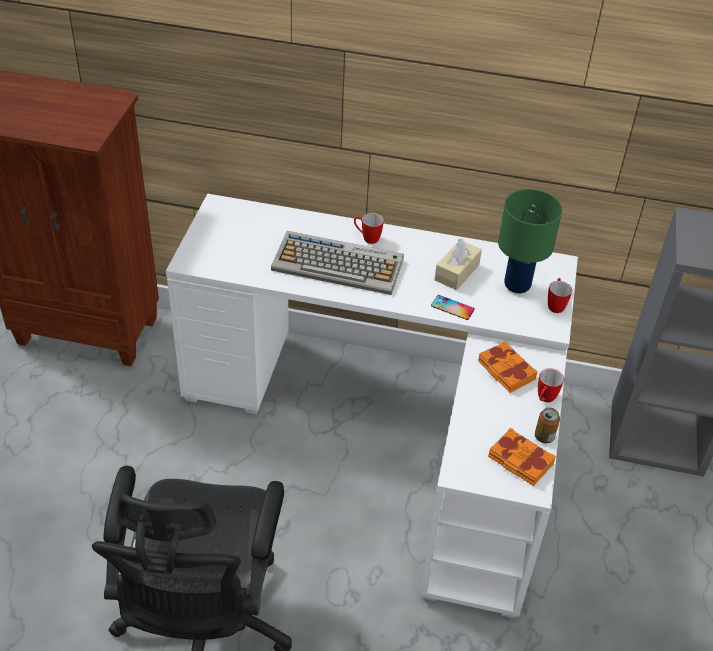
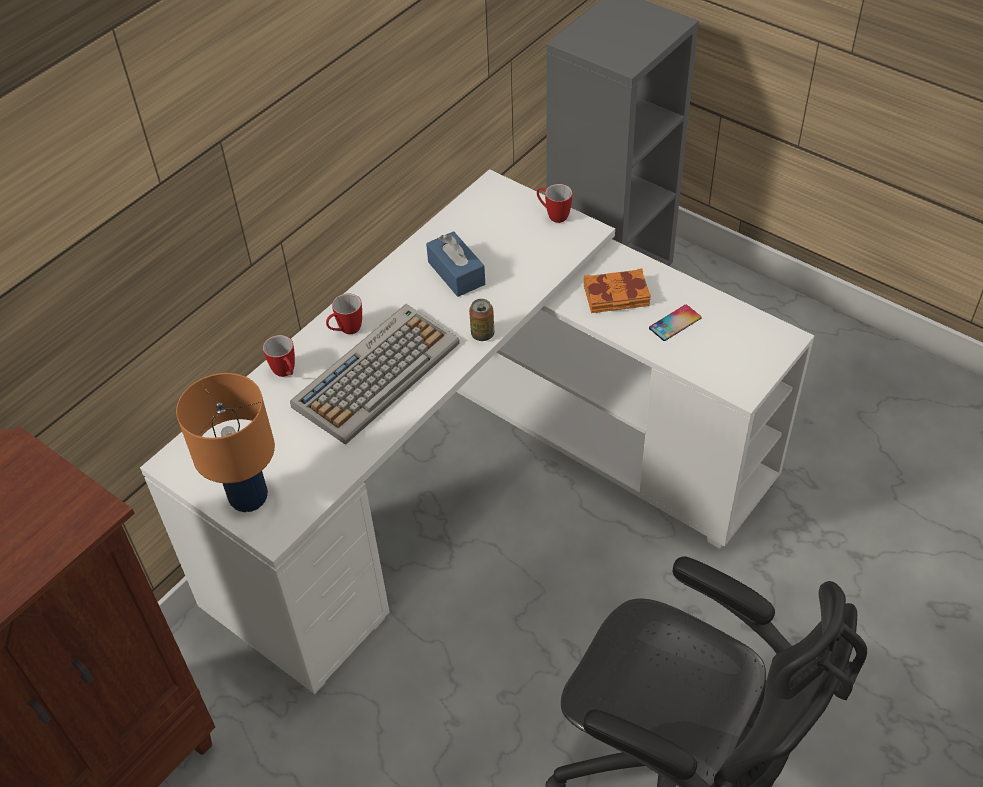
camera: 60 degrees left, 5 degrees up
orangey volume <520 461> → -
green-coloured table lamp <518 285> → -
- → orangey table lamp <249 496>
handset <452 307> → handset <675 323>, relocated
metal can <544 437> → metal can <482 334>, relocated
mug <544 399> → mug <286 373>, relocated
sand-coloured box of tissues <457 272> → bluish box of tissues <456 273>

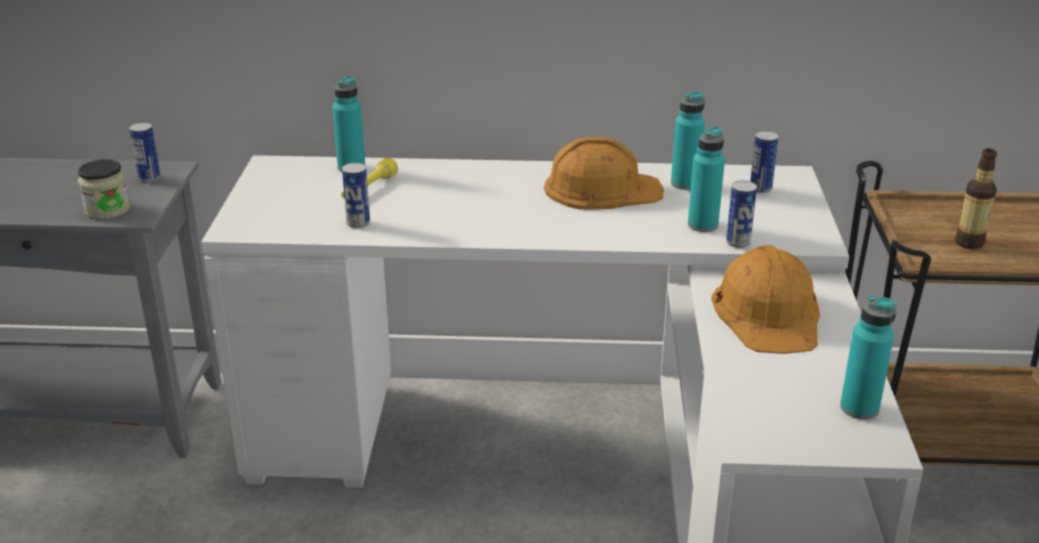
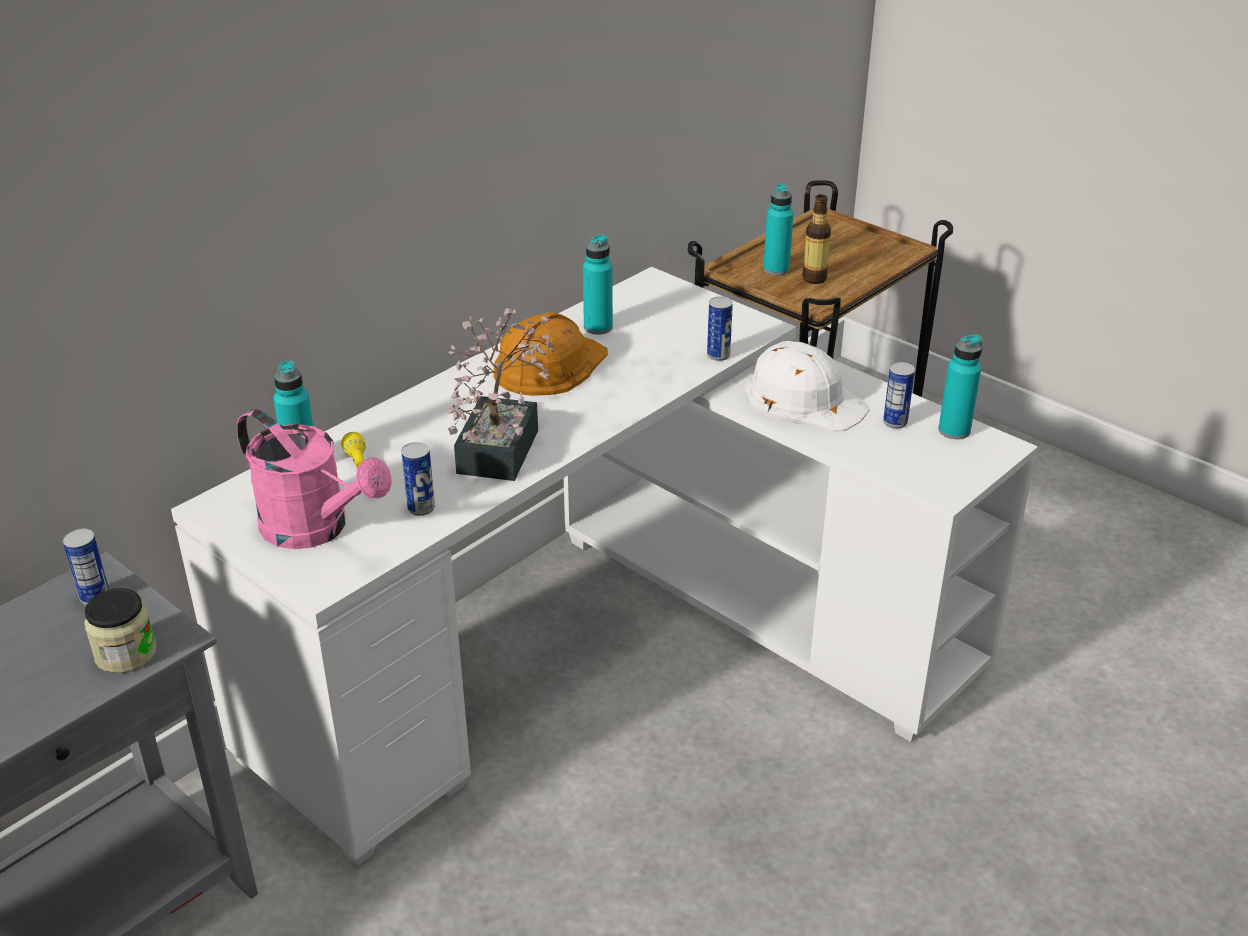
camera: 50 degrees left, 5 degrees up
- → pink-coloured sprinkling can <316 529>
- → houseplant <503 444>
turquoise bottle <702 225> → turquoise bottle <776 269>, relocated
metal can <760 188> → metal can <895 422>, relocated
orangey hard hat <769 313> → whitish hard hat <803 399>

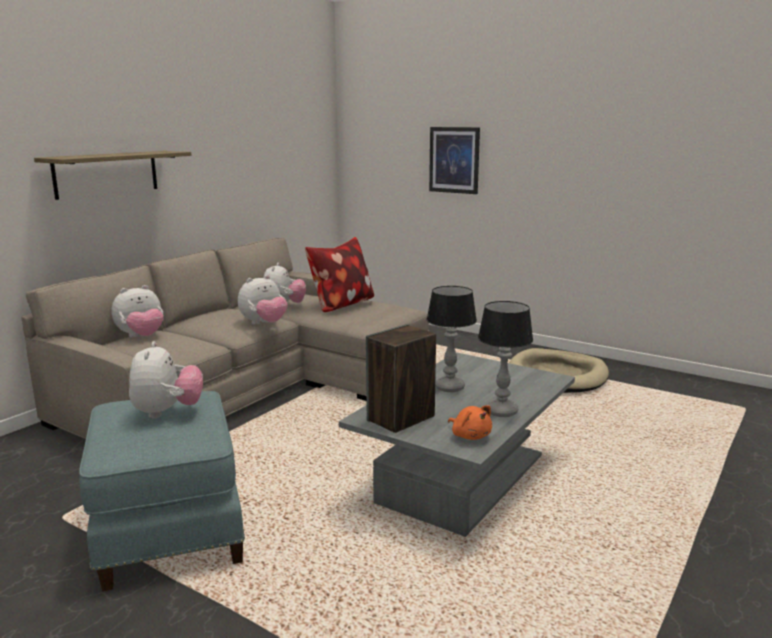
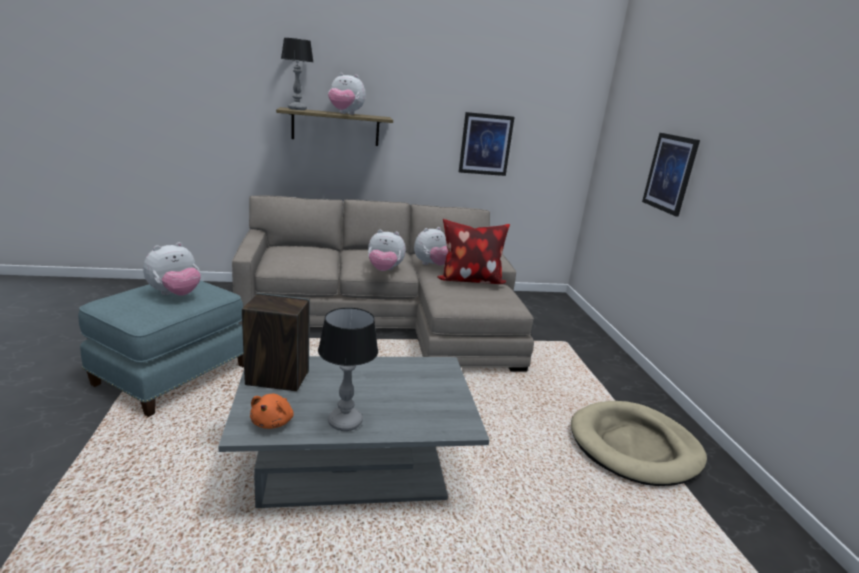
camera: 45 degrees right, 5 degrees up
- → wall art <485 144>
plush toy <141 337> → plush toy <345 114>, relocated
table lamp <449 387> → table lamp <296 109>, relocated

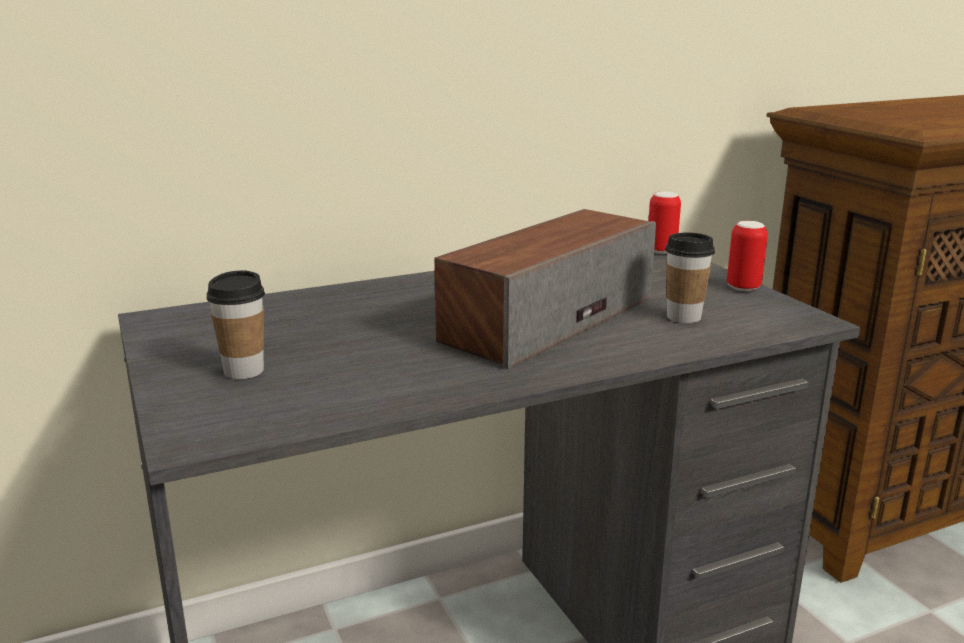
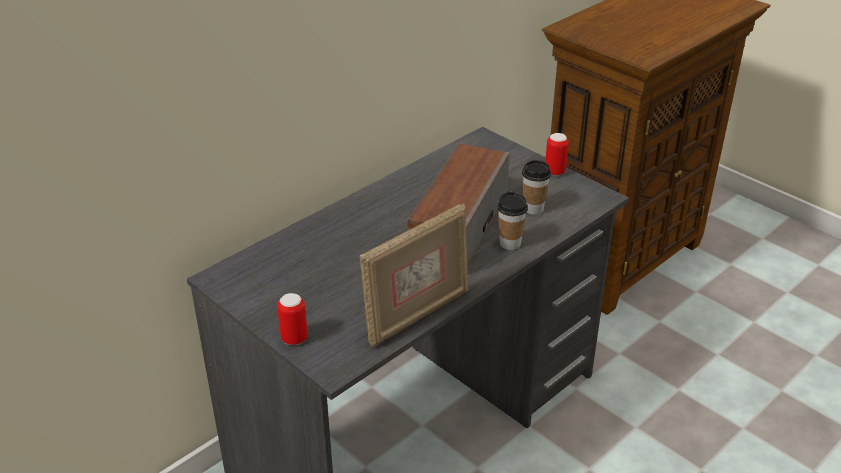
camera: 20 degrees left, 15 degrees up
- → standing frame <417 315>
drinking cup <244 371> → drinking cup <510 243>, relocated
metal can <661 251> → metal can <294 338>, relocated

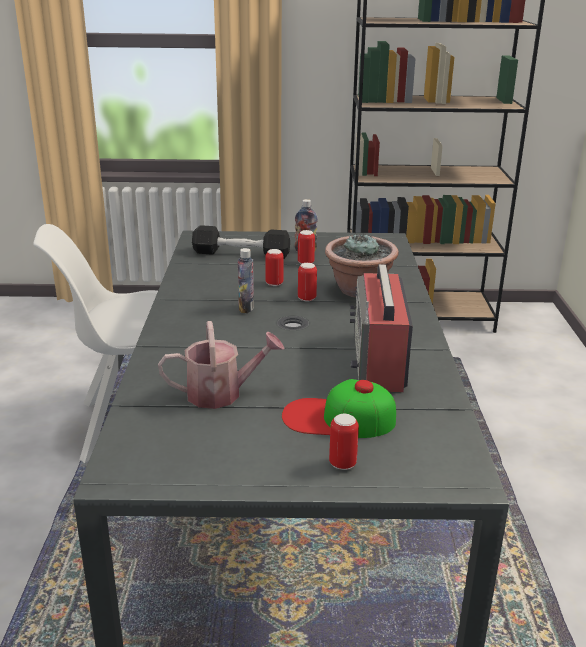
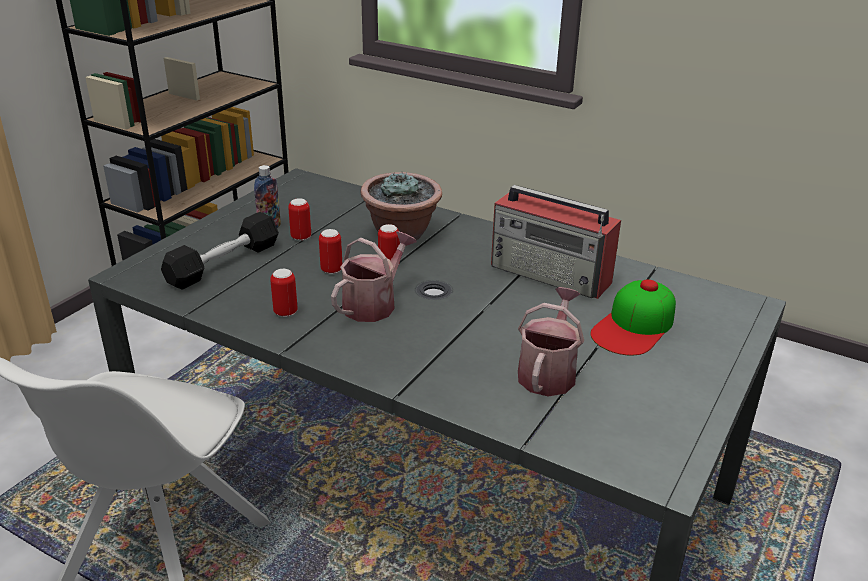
camera: 60 degrees left, 5 degrees up
metal can <342 463> → metal can <285 312>, relocated
bottle <246 308> → sprinkling can <374 304>

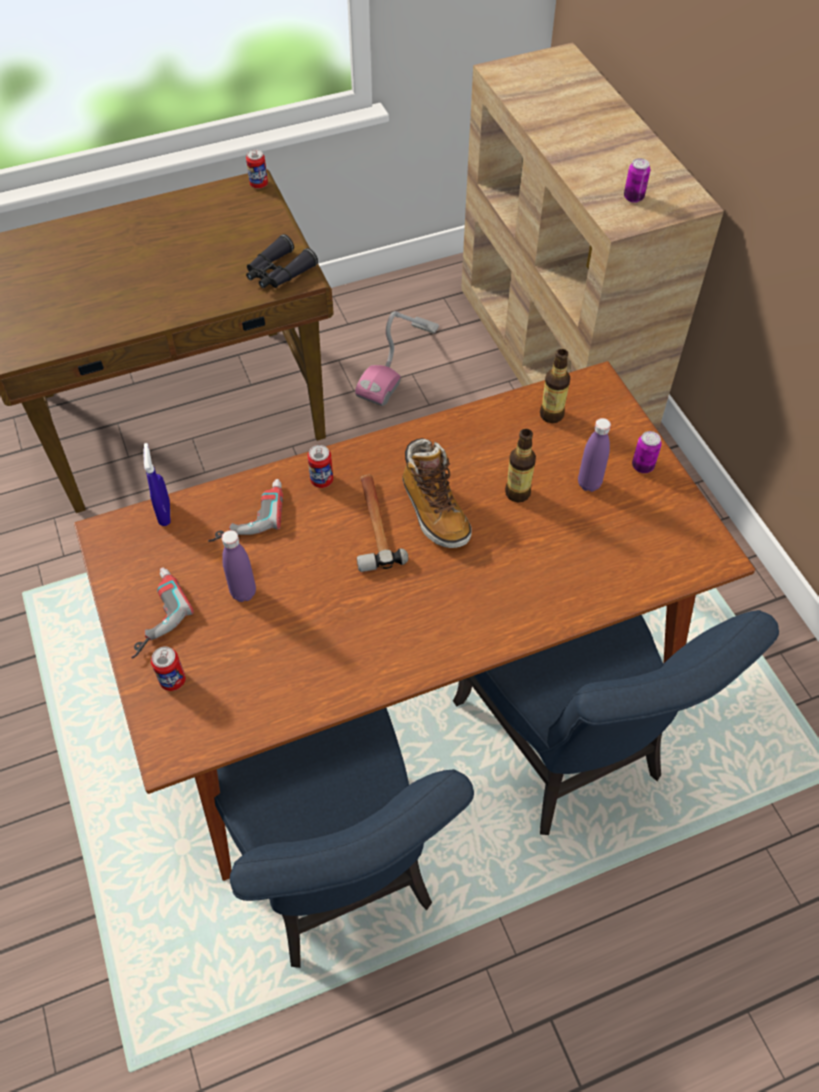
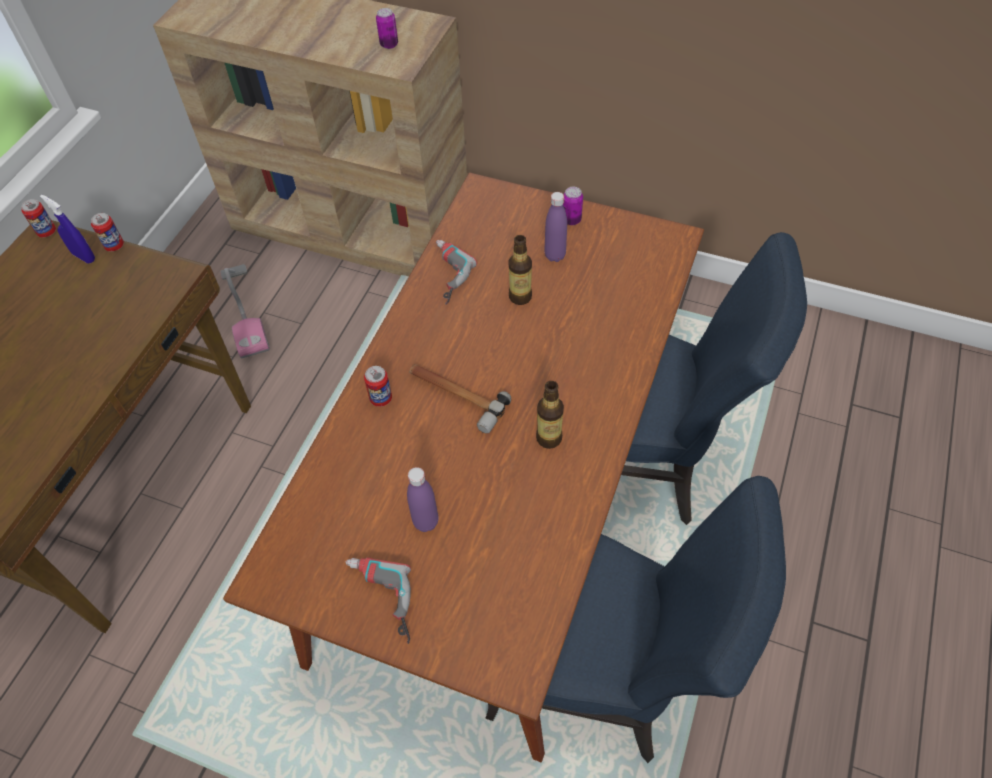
camera: 45 degrees left, 0 degrees up
blackish field glasses <278 273> → -
tall boot <434 511> → -
bluish spray bottle <164 513> → bluish spray bottle <84 257>, relocated
metal can <173 680> → metal can <114 246>, relocated
drill <247 514> → drill <443 274>, relocated
bottle <551 415> → bottle <549 438>, relocated

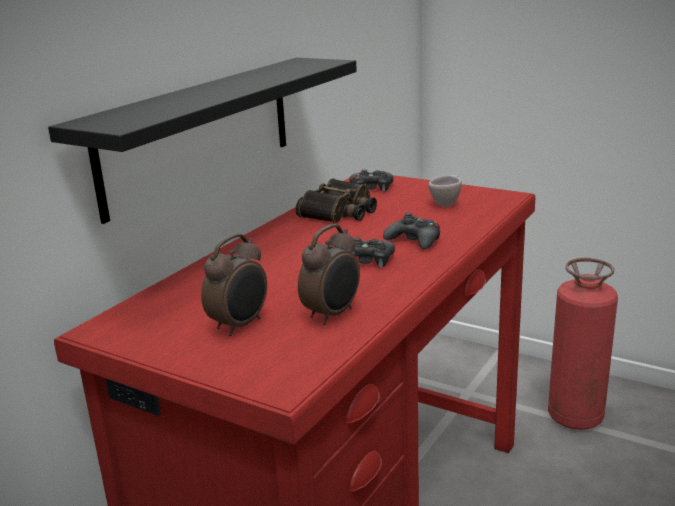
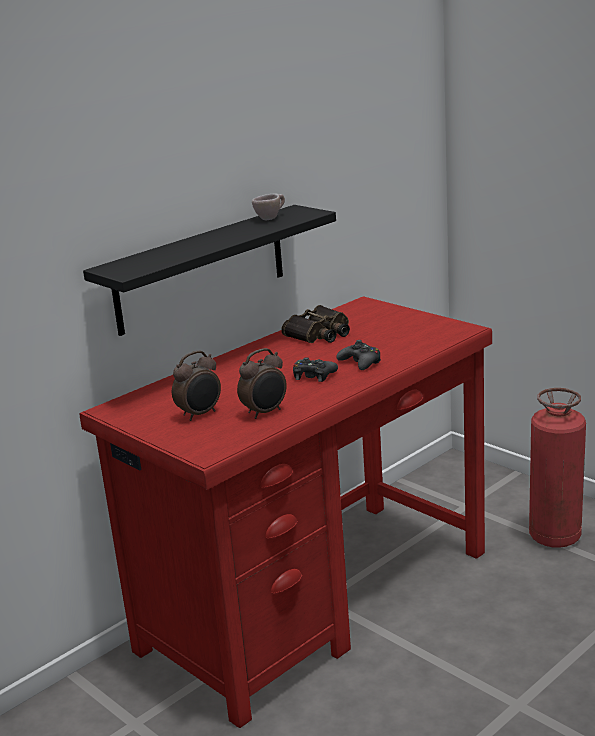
camera: 15 degrees right, 0 degrees up
blackish gamepad <371 188> → -
sand-coloured drinking cup <446 203> → sand-coloured drinking cup <270 218>, relocated

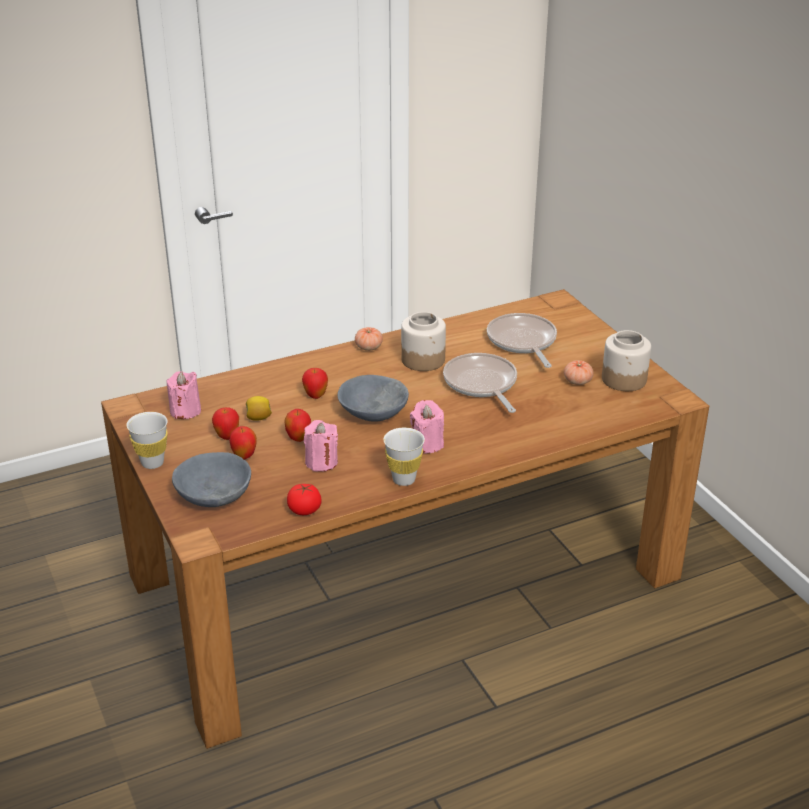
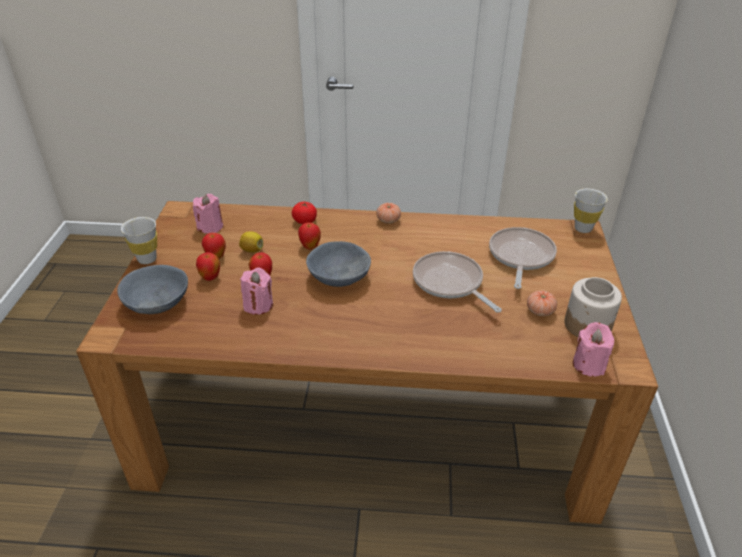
camera: 30 degrees right, 5 degrees up
jar <423 359> → -
fresh tomato <304 510> → fresh tomato <305 221>, relocated
whitish drinking cup <404 479> → whitish drinking cup <583 228>, relocated
pink-coloured candle <427 444> → pink-coloured candle <589 364>, relocated
pan <481 384> → pan <450 283>, 45 degrees counterclockwise

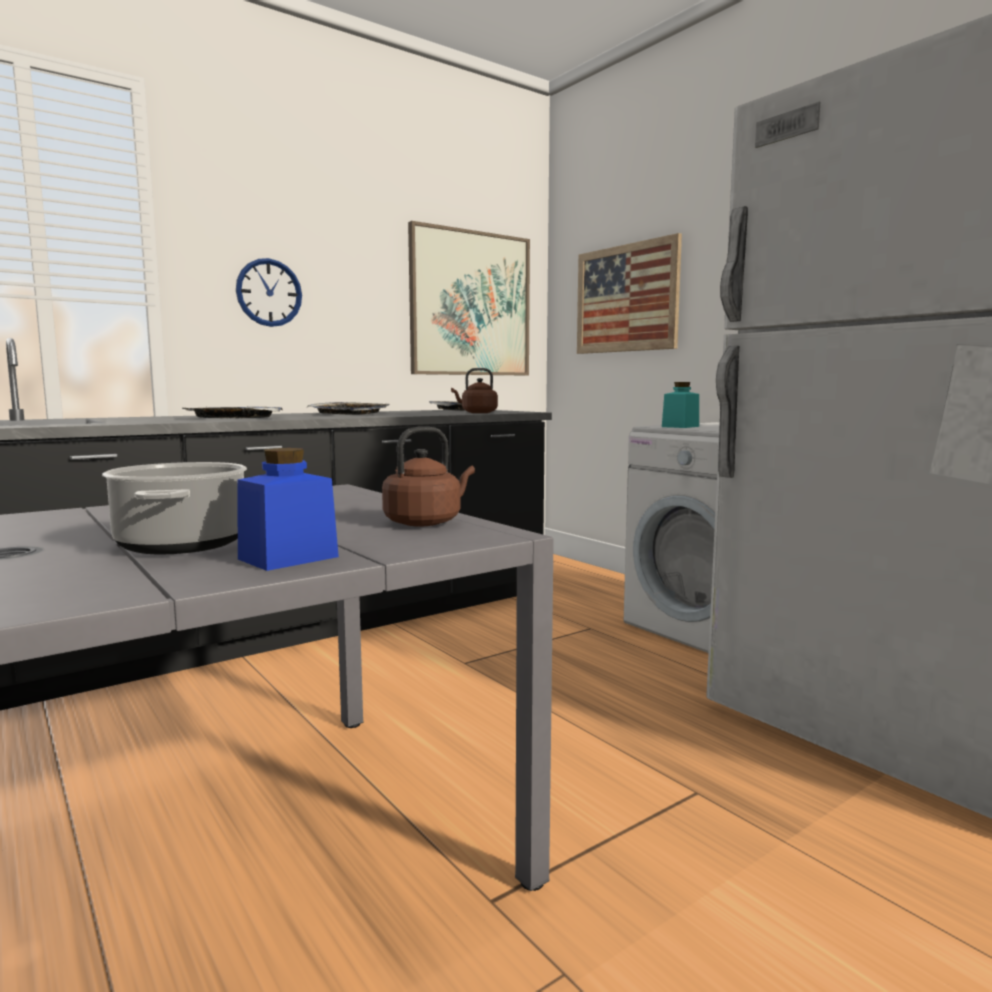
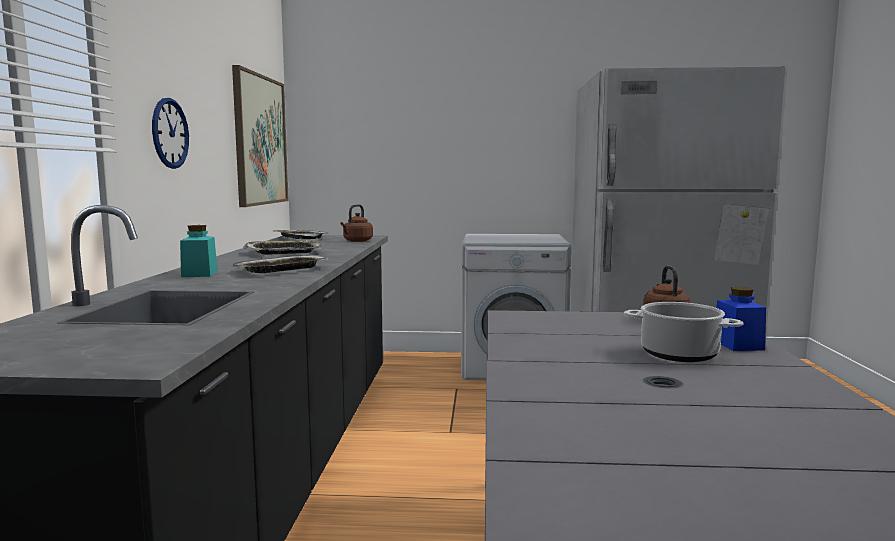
camera: 50 degrees left, 0 degrees up
wall art <626 298> → -
turquoise jar <680 426> → turquoise jar <199 274>, relocated

